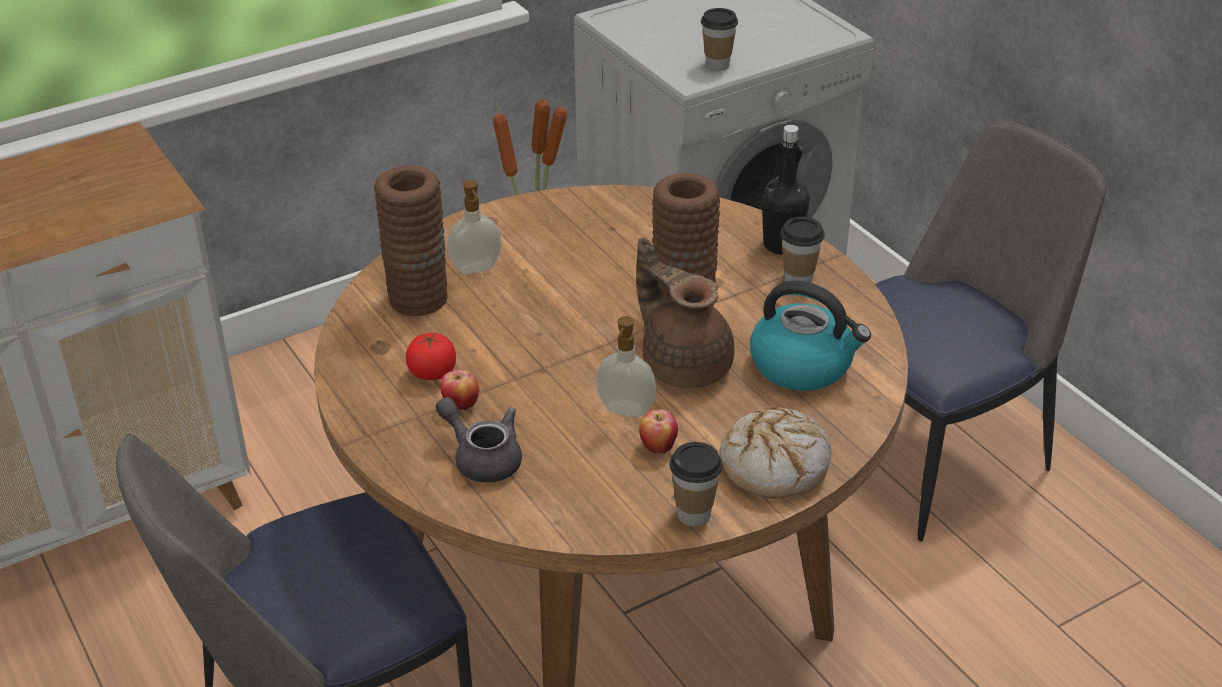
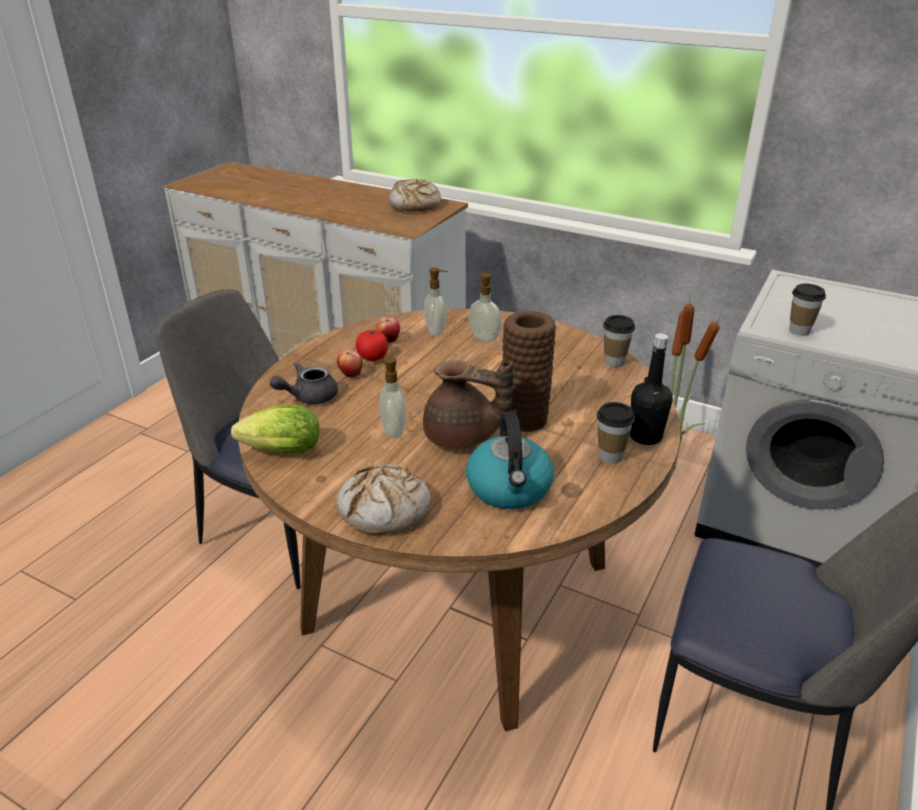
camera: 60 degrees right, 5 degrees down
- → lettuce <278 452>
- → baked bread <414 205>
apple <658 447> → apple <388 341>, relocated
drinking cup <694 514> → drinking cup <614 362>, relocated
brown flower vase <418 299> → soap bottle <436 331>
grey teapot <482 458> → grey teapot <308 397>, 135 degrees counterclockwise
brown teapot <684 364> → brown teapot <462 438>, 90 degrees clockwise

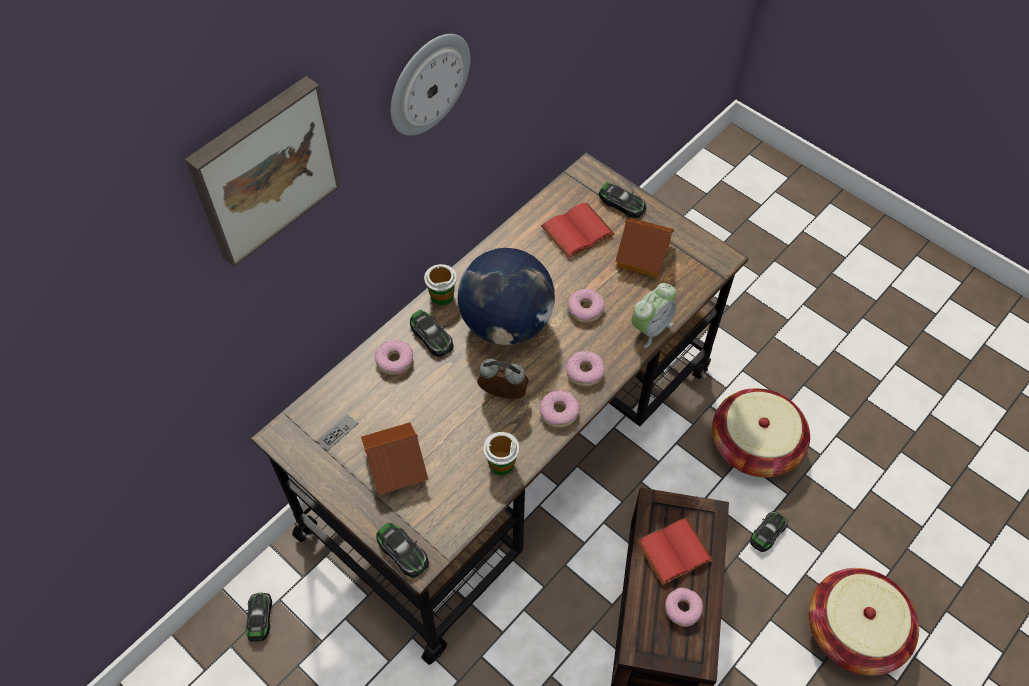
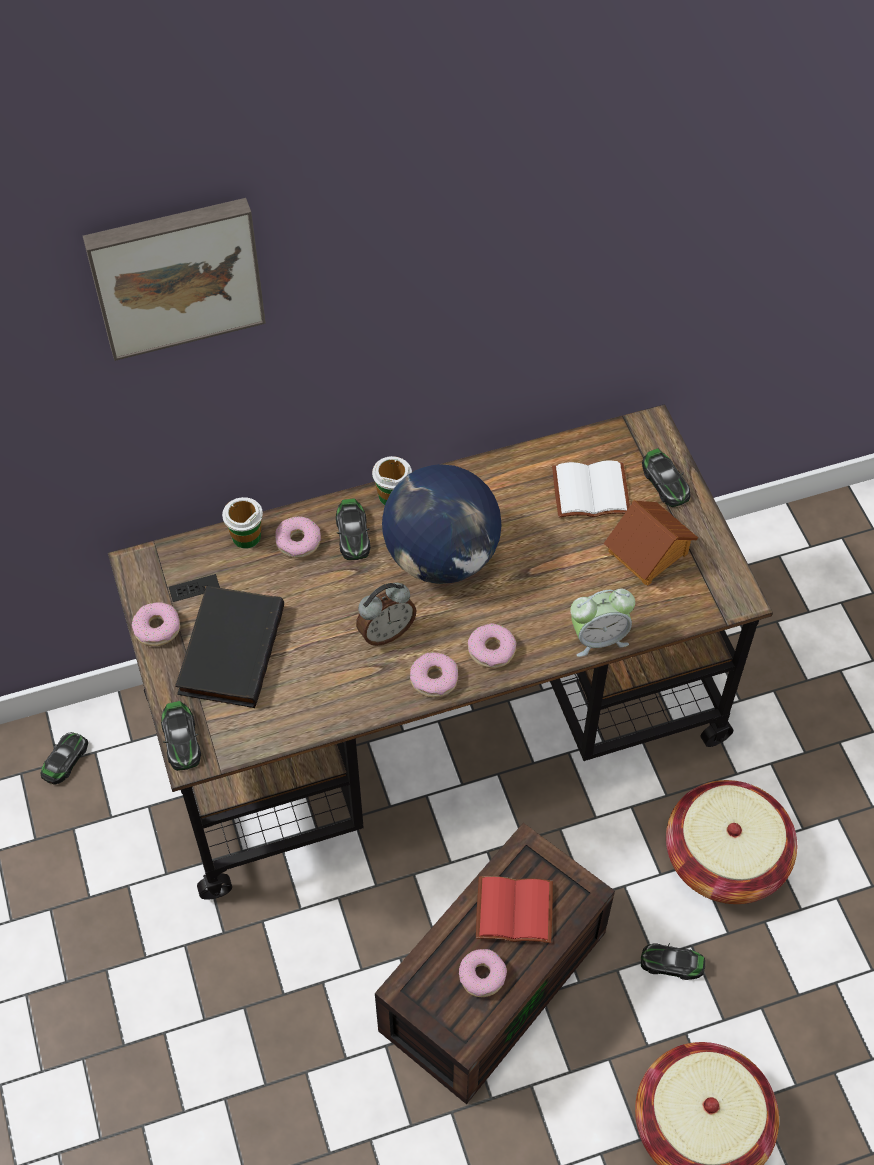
camera: 30 degrees right, 0 degrees up
clock on the wall <428 83> → -
drinking cup <501 463> → drinking cup <246 536>, relocated
ring doughnut <585 309> → ring doughnut <157 628>, relocated
model house <394 465> → blackish volume <229 649>
red volume <577 233> → whitish volume <589 493>
table clock <502 395> → table clock <386 632>, 105 degrees clockwise
toy car <767 533> → toy car <672 963>, 150 degrees counterclockwise

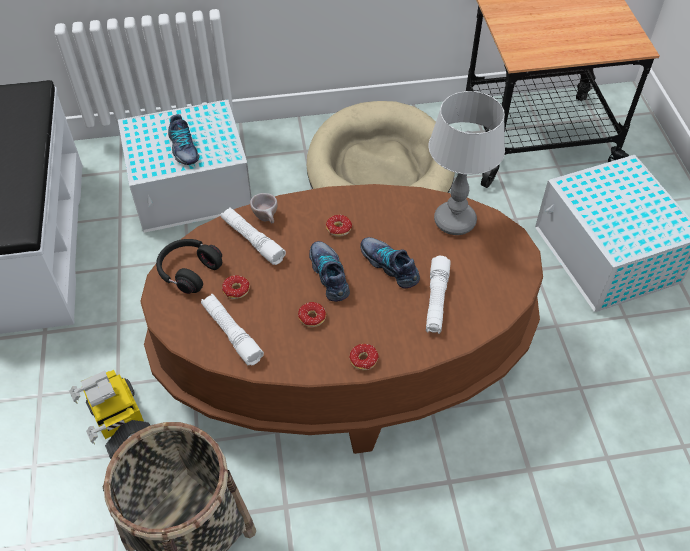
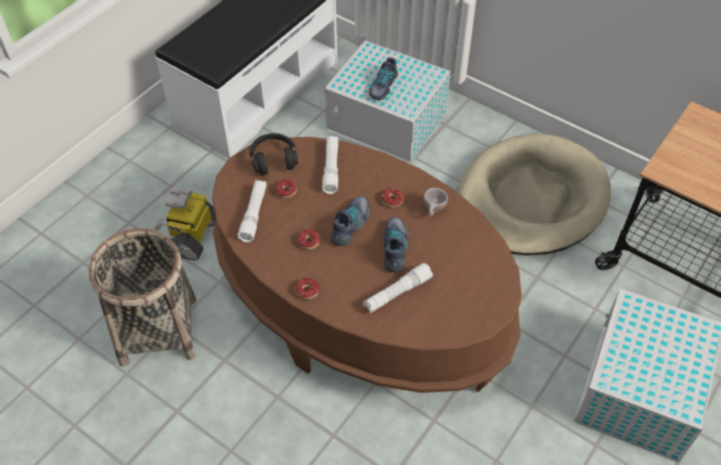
camera: 45 degrees right, 0 degrees up
table lamp <455 221> → -
sand-coloured drinking cup <267 219> → sand-coloured drinking cup <433 211>, relocated

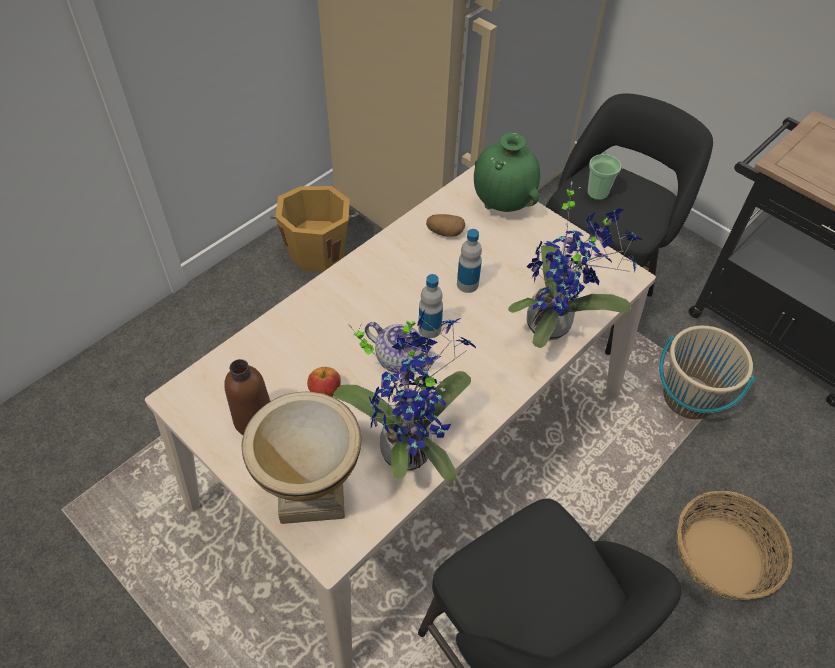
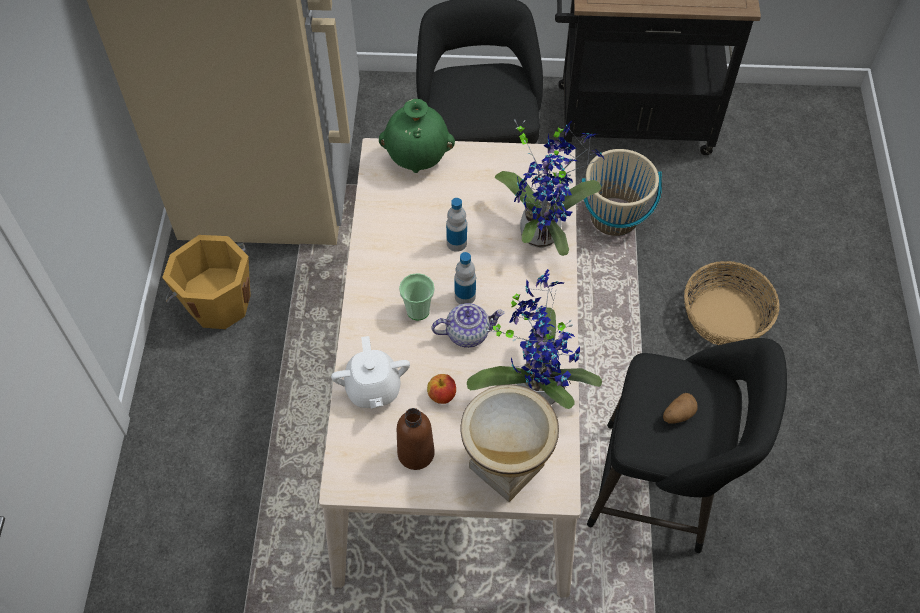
camera: 40 degrees left, 5 degrees up
- → whitish teapot <373 389>
spud <445 232> → spud <677 414>, relocated
drinking cup <597 193> → drinking cup <418 310>, relocated

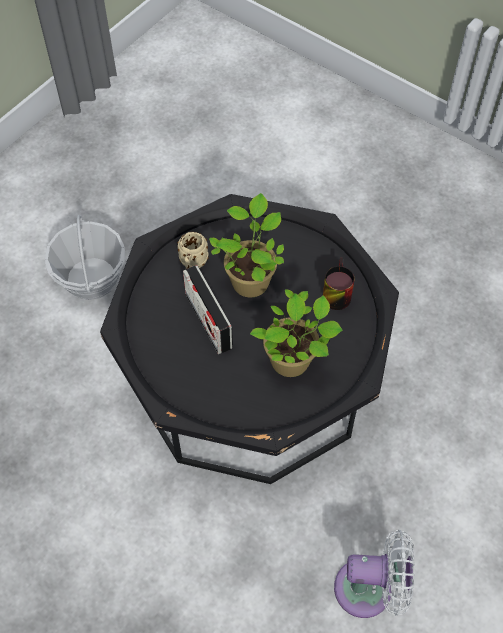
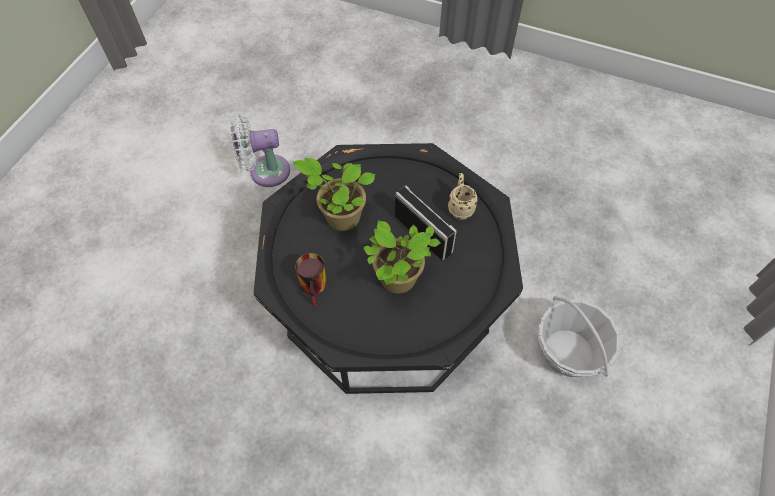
camera: 165 degrees right, 0 degrees up
sand-coloured mug <192 264> → sand-coloured mug <460 207>, relocated

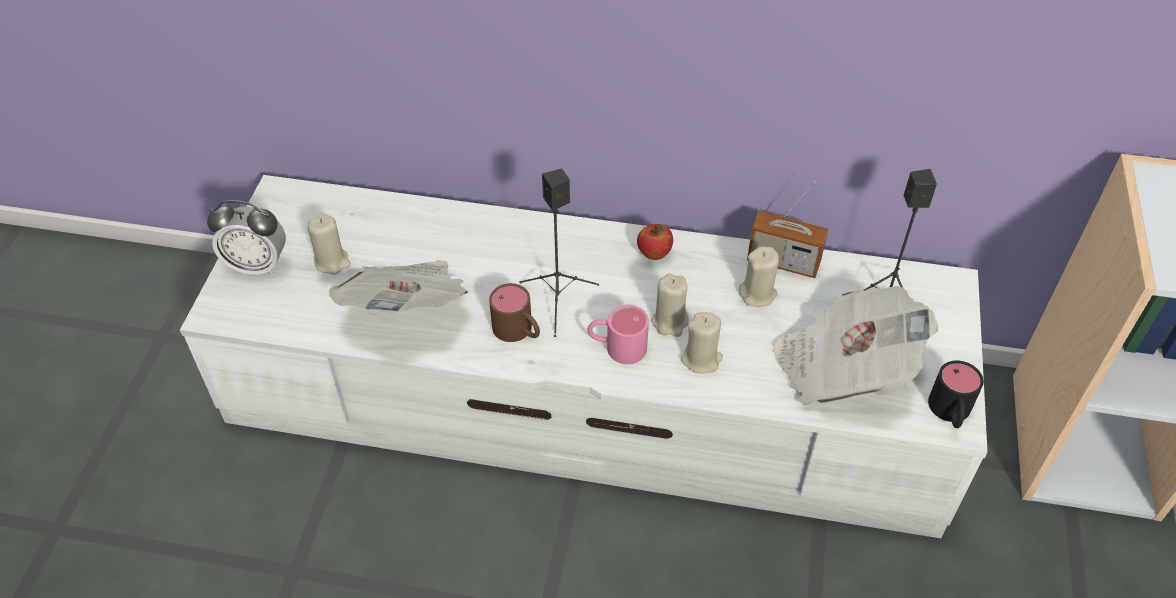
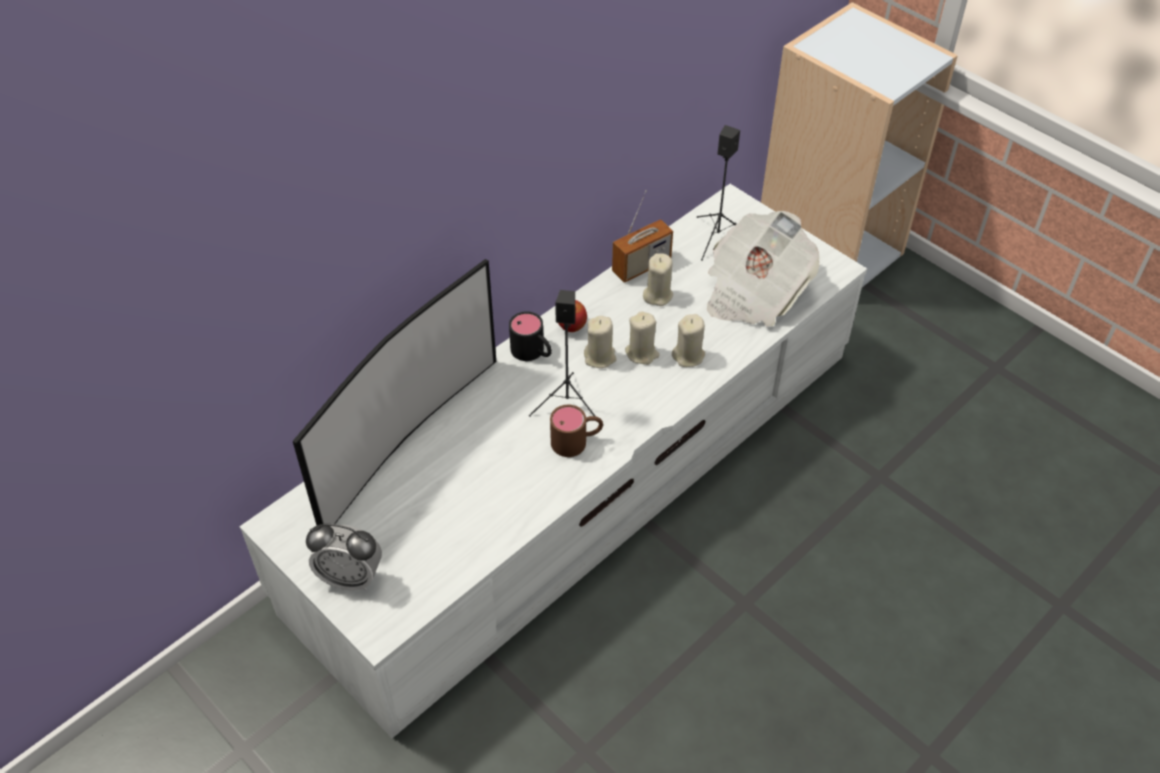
camera: 55 degrees left, 0 degrees up
printed paper <408 309> → -
pink-coloured mug <617 347> → -
- → TV set <404 439>
sand-coloured candle <332 261> → sand-coloured candle <600 357>, relocated
blackish mug <950 413> → blackish mug <533 352>, relocated
table clock <257 265> → table clock <350 577>, 60 degrees clockwise

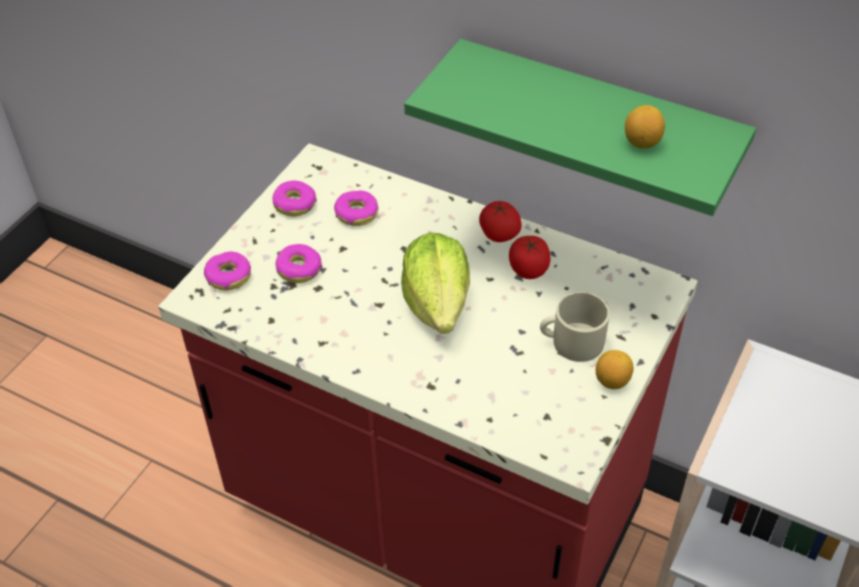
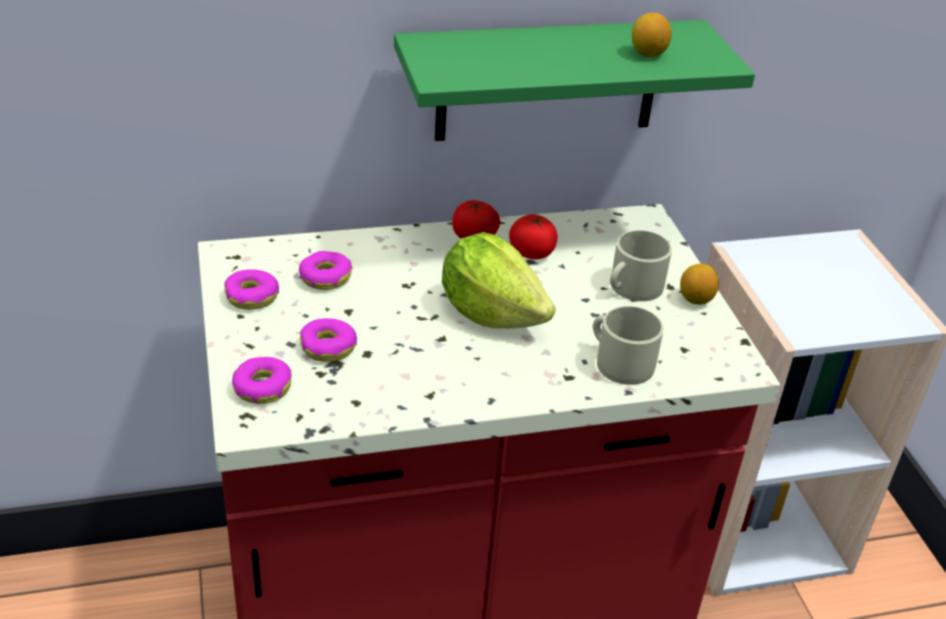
camera: 45 degrees left, 10 degrees down
- → sand-coloured mug <619 361>

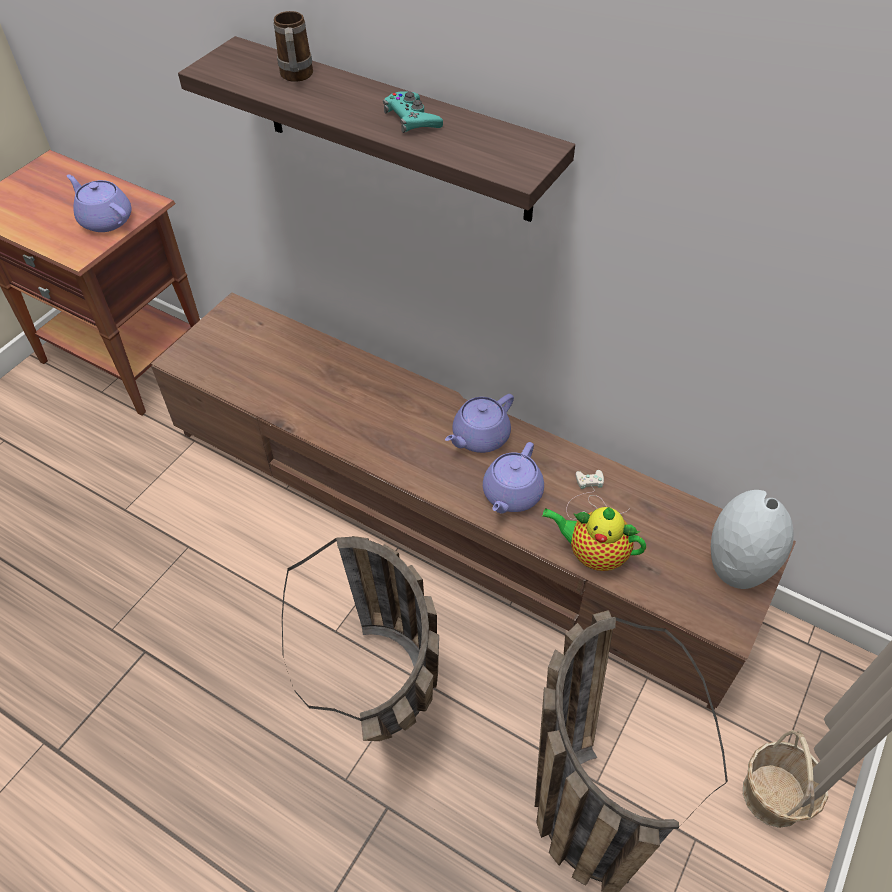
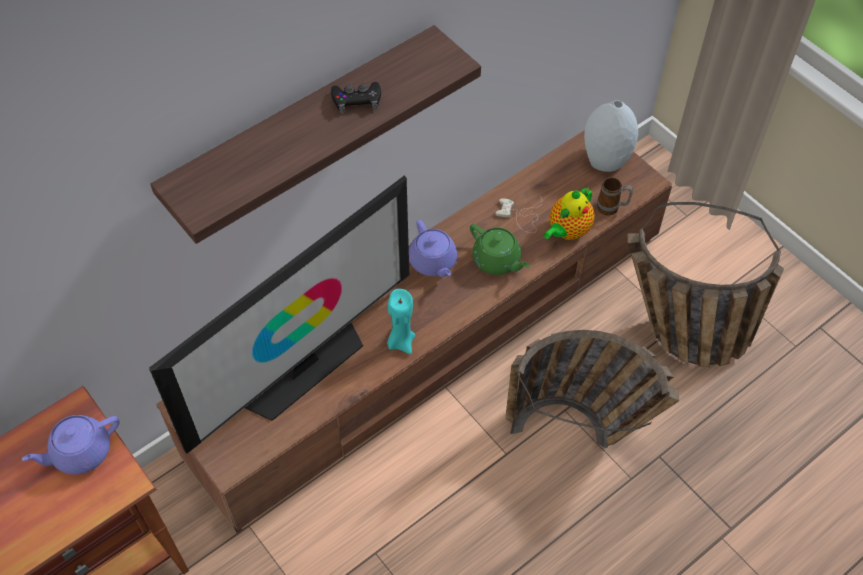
camera: 70 degrees left, 5 degrees up
basket <773 796> → -
- → TV set <301 366>
- → turquoise candle <401 341>
mug <296 77> → mug <612 208>, relocated
turquoise gamepad <412 119> → blackish gamepad <357 100>
purplish teapot <511 494> → green-coloured teapot <497 260>

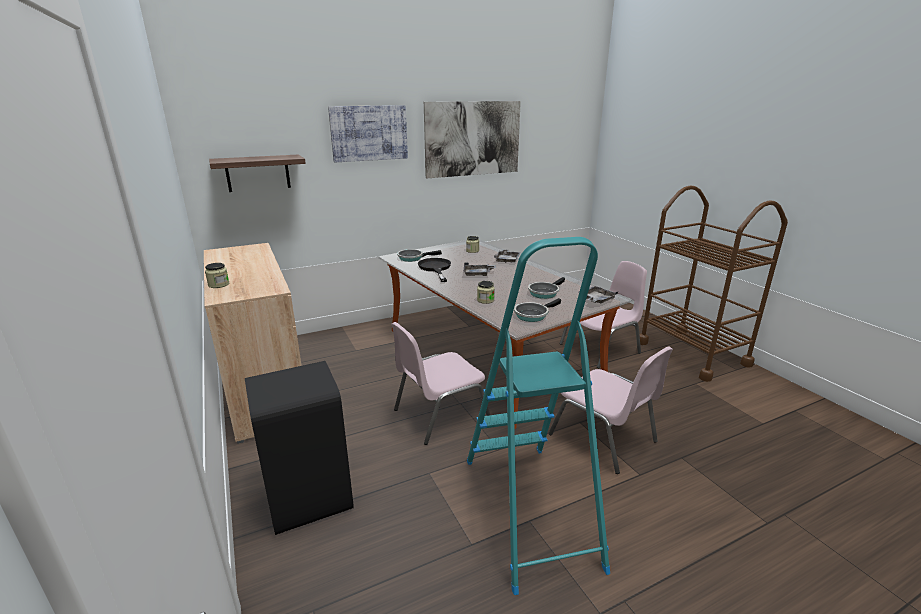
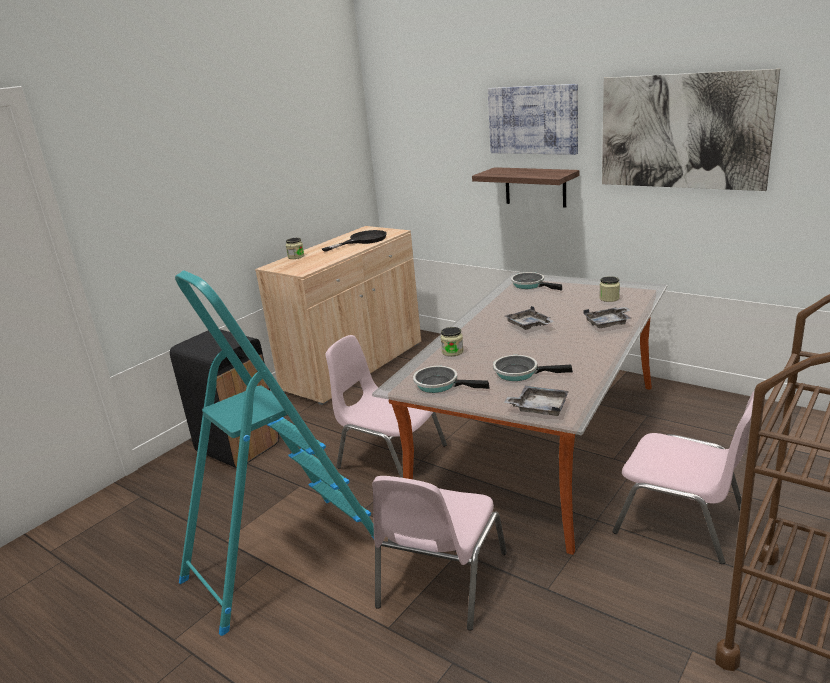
camera: 65 degrees right, 0 degrees up
shelf <258 173> → shelf <535 187>, relocated
blackish pan <435 268> → blackish pan <362 240>, relocated

